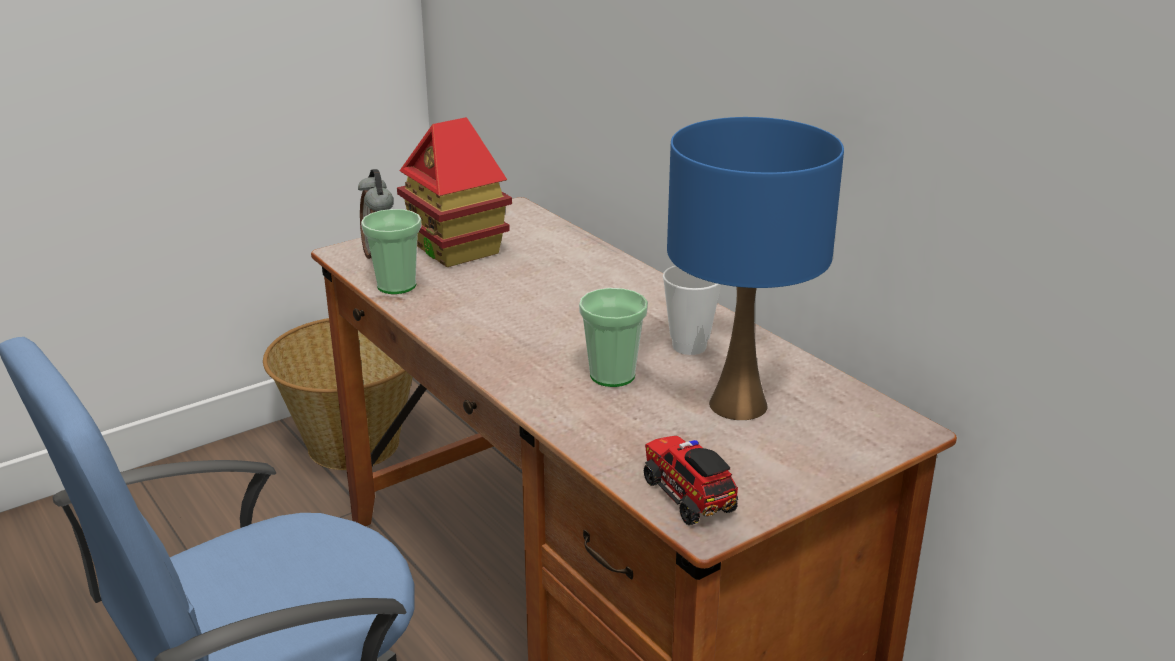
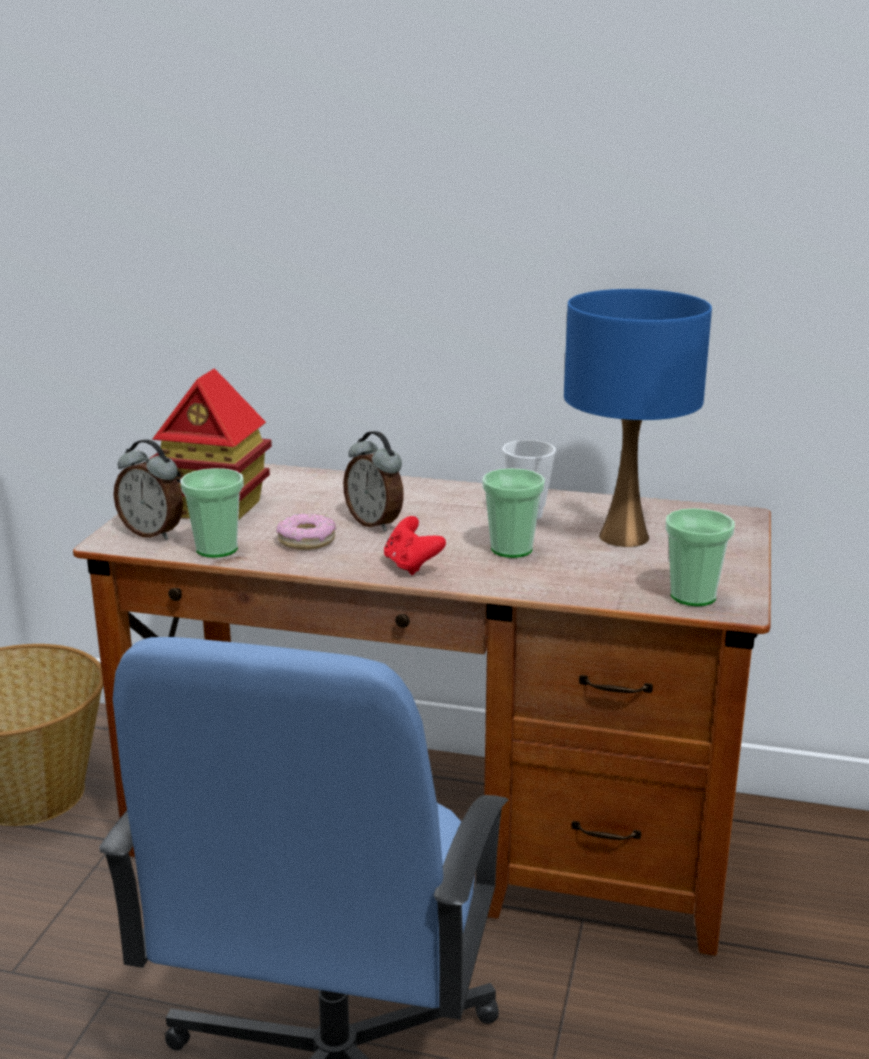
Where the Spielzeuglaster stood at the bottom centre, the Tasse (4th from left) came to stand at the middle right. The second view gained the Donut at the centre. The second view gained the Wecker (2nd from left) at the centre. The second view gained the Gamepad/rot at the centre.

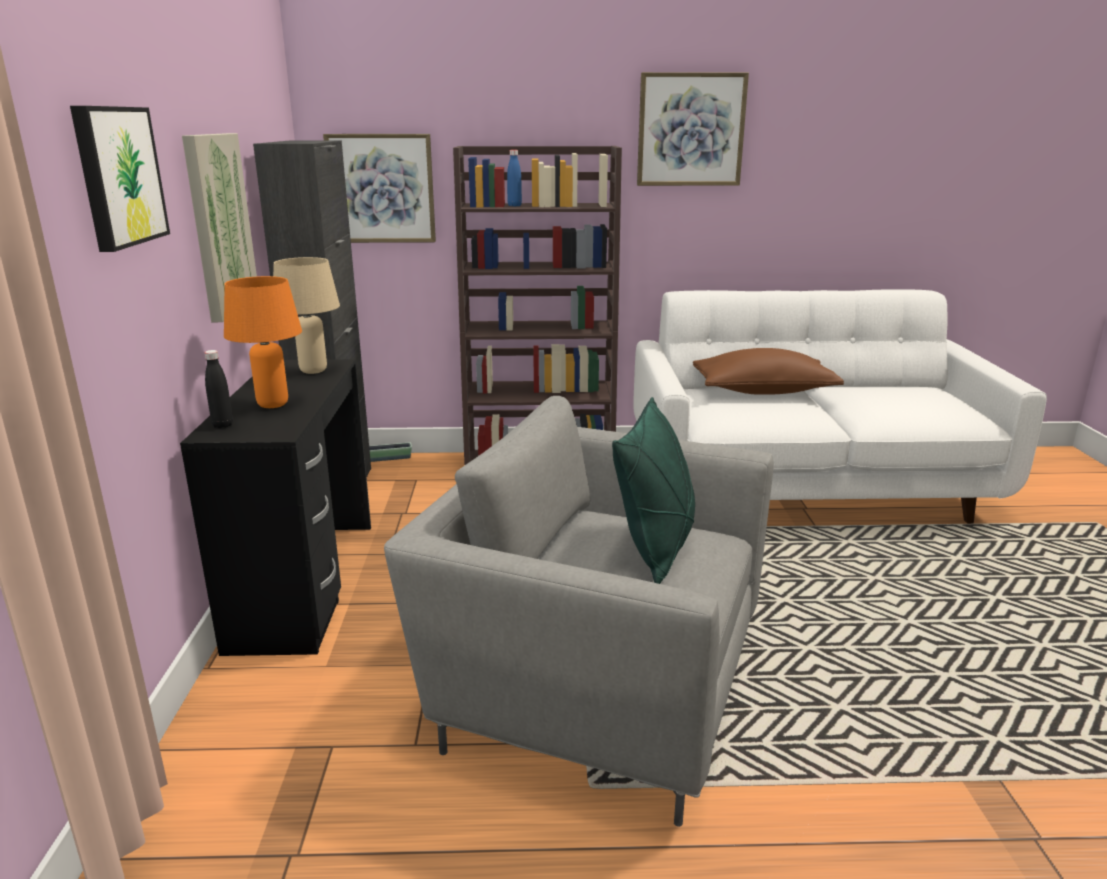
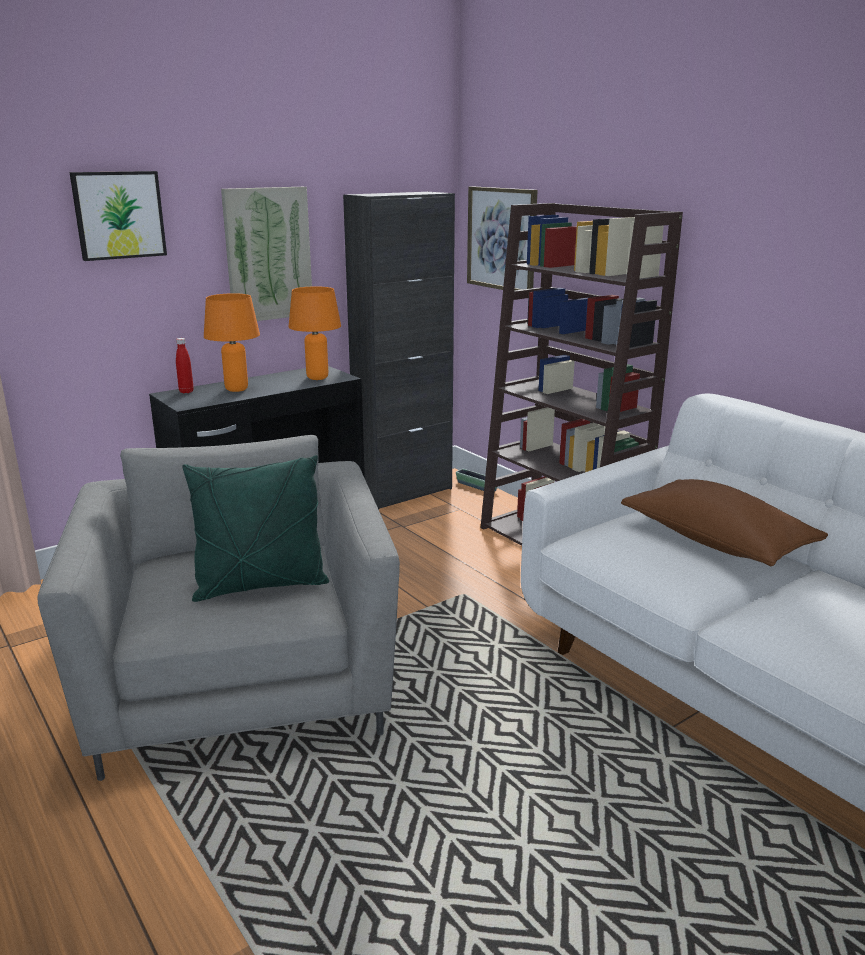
What was the Flasche/schwarz at the middle left turned into the Flasche/rot at the middle left. What was the Tischlampe/beige at the middle left turned into the Tischlampe/orange (2nd from left) at the centre. The second view lost the Flasche/blau at the top centre. The second view lost the Bild (4th from left) at the top centre.

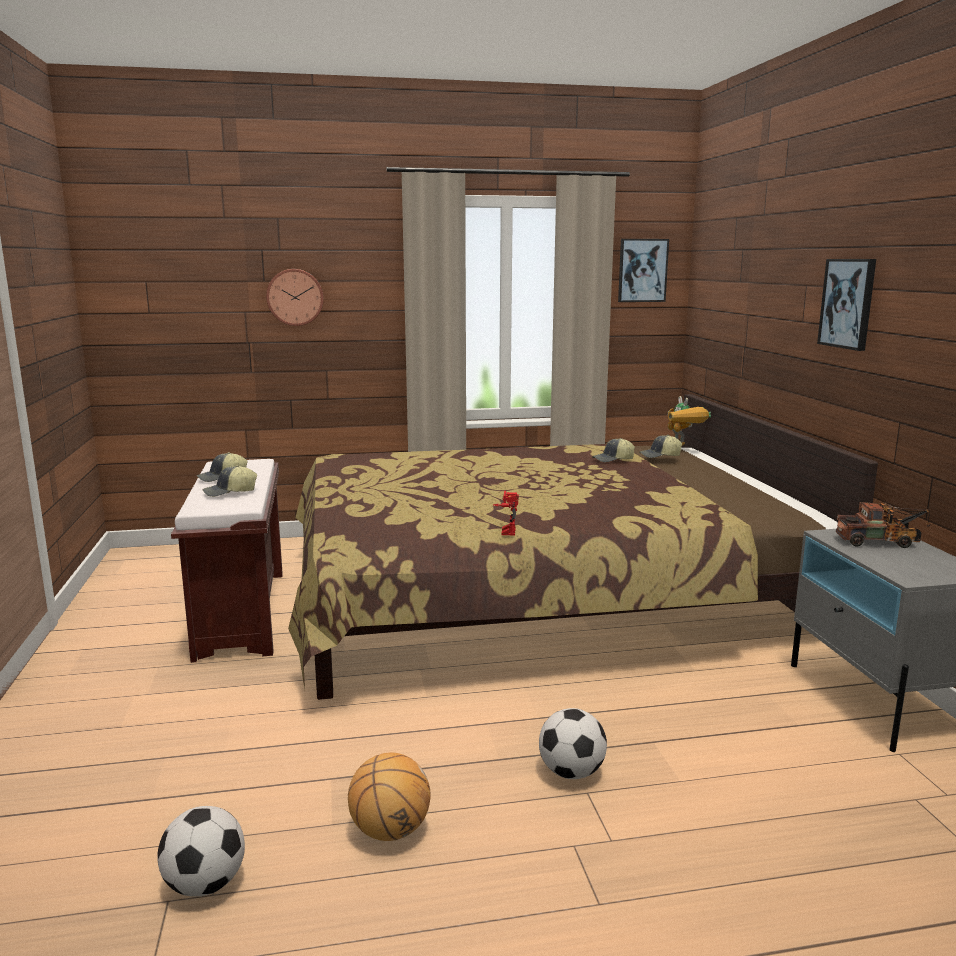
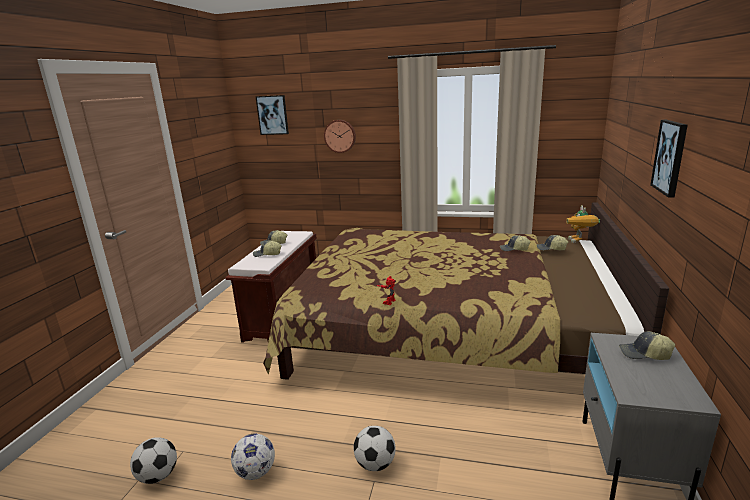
Where the Basketball stood at the bottom centre, the Fußball (2nd from left) came to stand at the bottom centre. The Bild (1st from left) ended up elsewhere, having gone from the top right to the top centre. Where the Spielzeuglaster stood at the middle right, the Kappe (5th from left) came to stand at the bottom right.

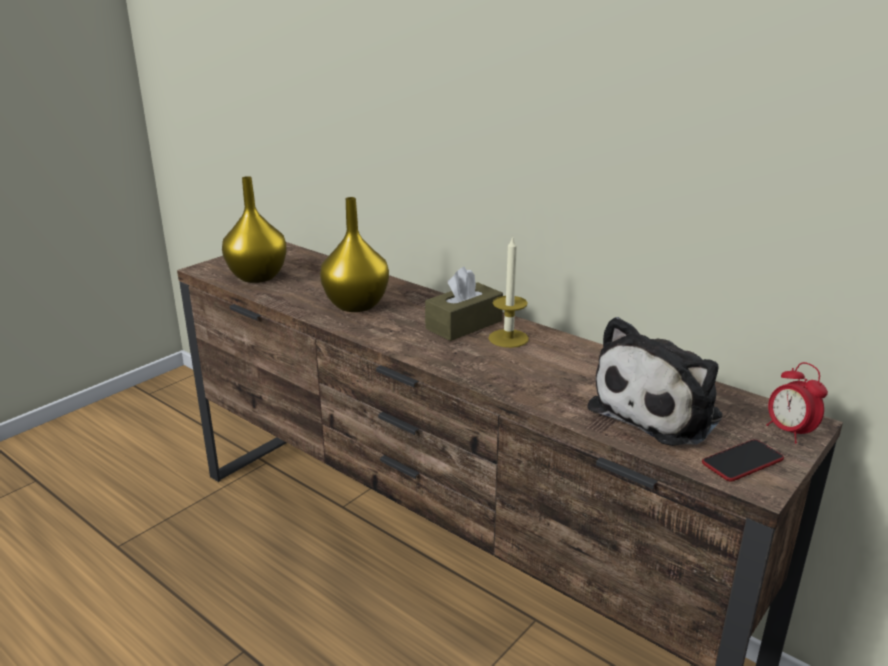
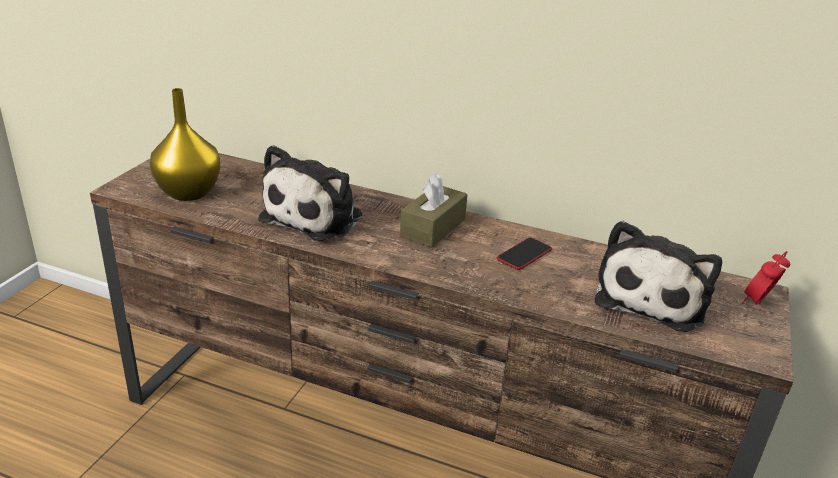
Where the Vase/gelb (2nd from left) stood at the centre, the Plüschtier (1st from left) came to stand at the centre. The second view lost the Kerze at the centre. The Handy ended up elsewhere, having gone from the bottom right to the centre. The Wecker at the middle right ended up facing another way, 90 degrees clockwise from before.

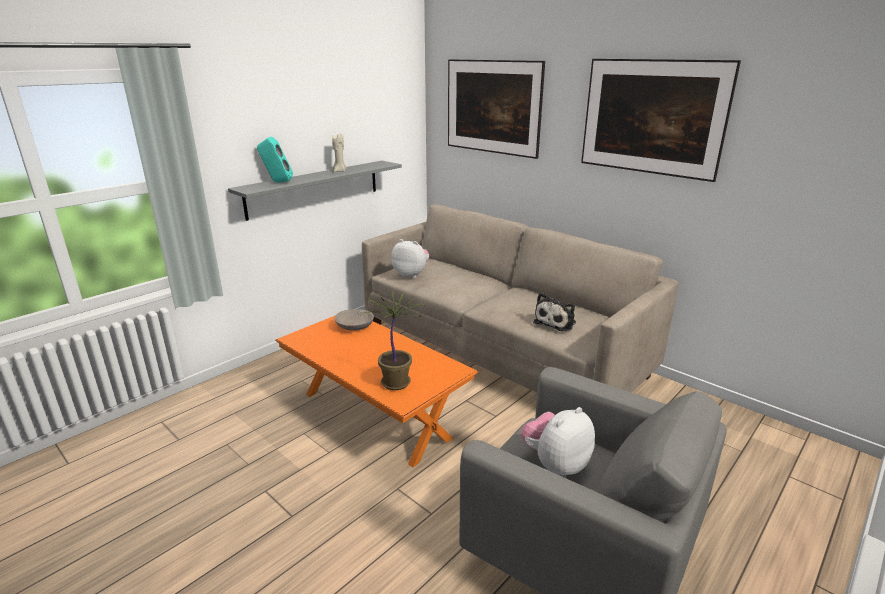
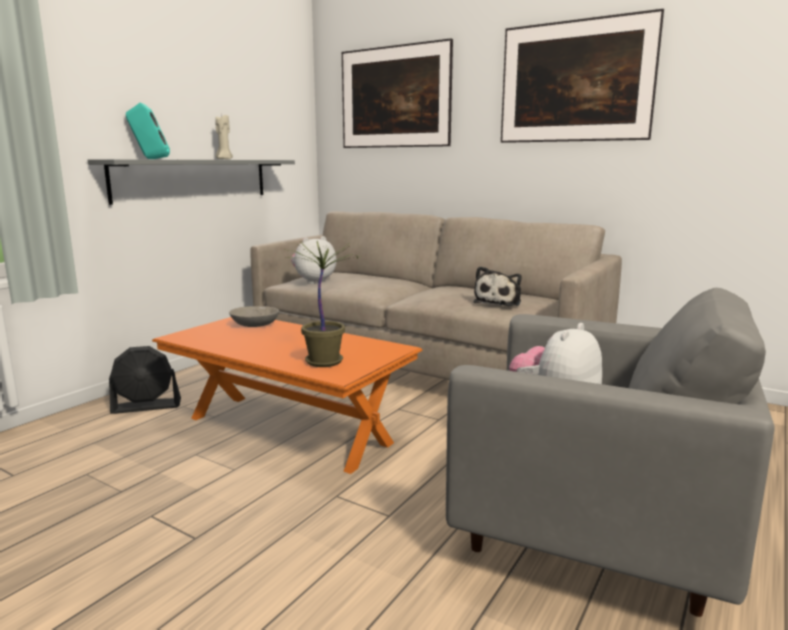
The Plüschtier (1st from left) at the centre ended up facing another way, 45 degrees counterclockwise from before. The second view gained the Ventilator/schwarz at the middle left.

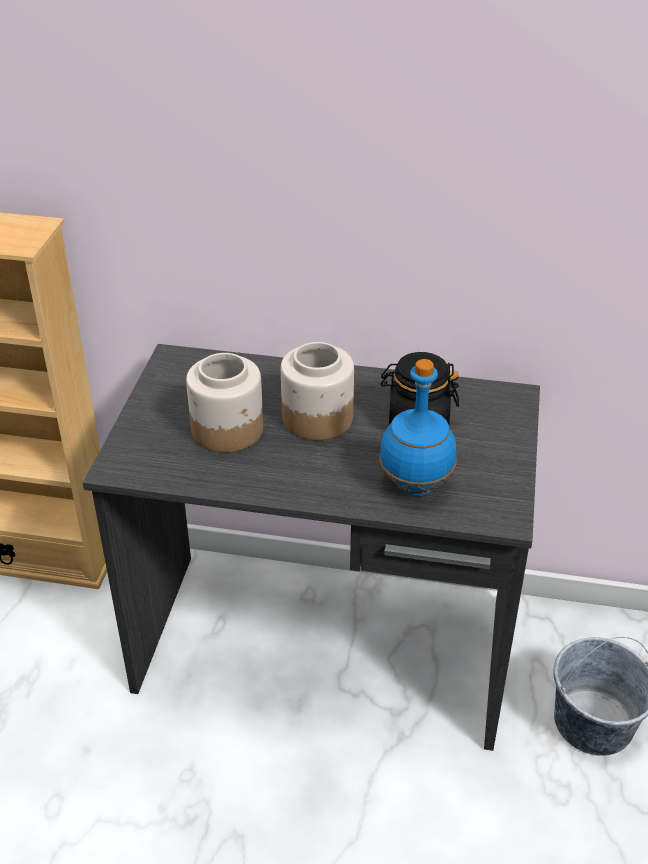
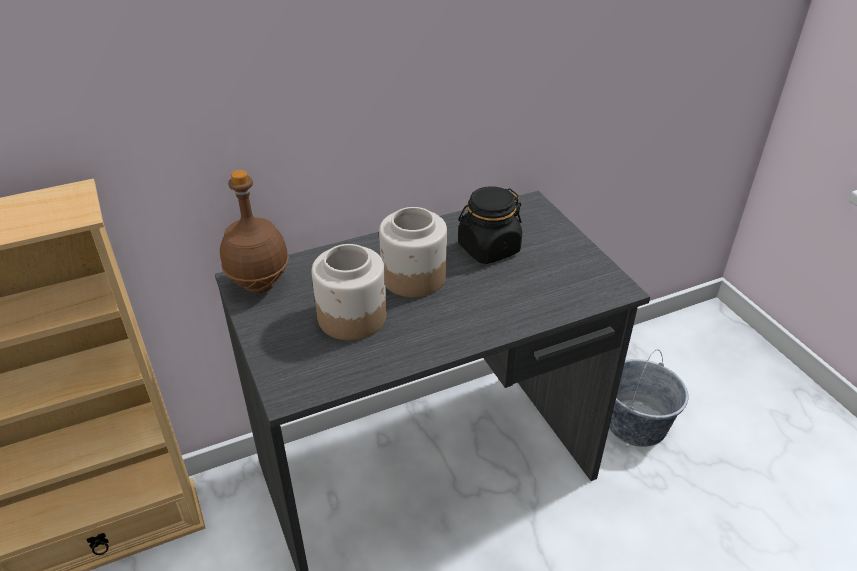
The second view lost the Flasche/blau at the centre. The second view gained the Flasche/braun at the middle left.

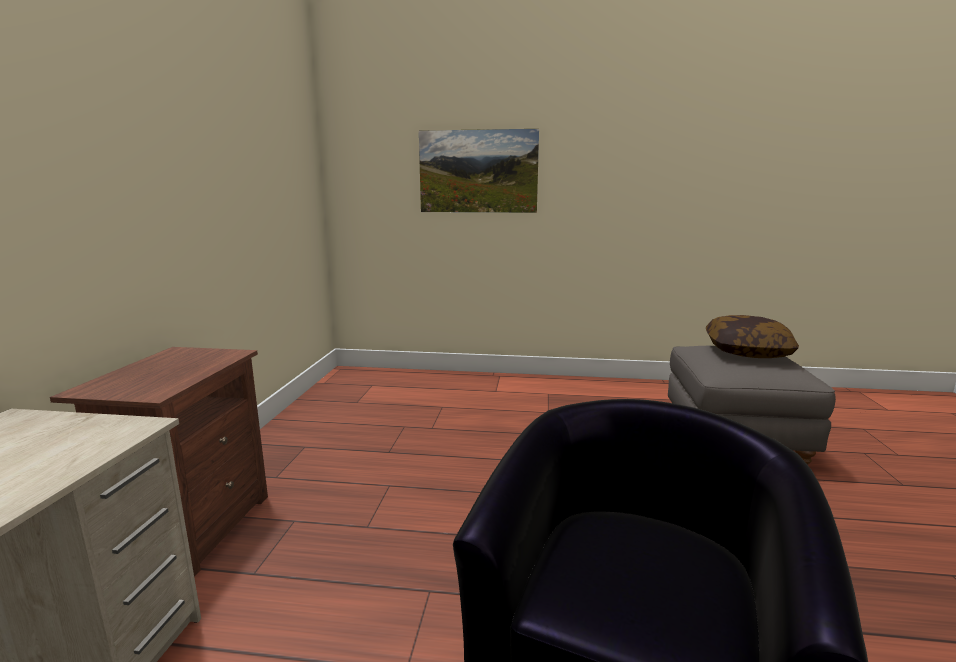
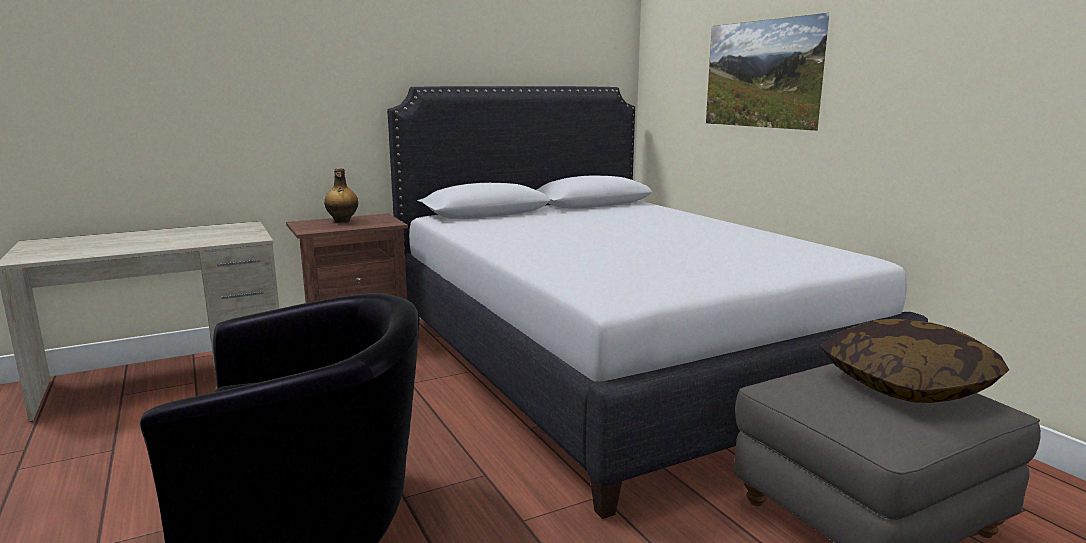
The second view gained the Flasche at the middle left. The second view gained the Bett/weiß at the centre.

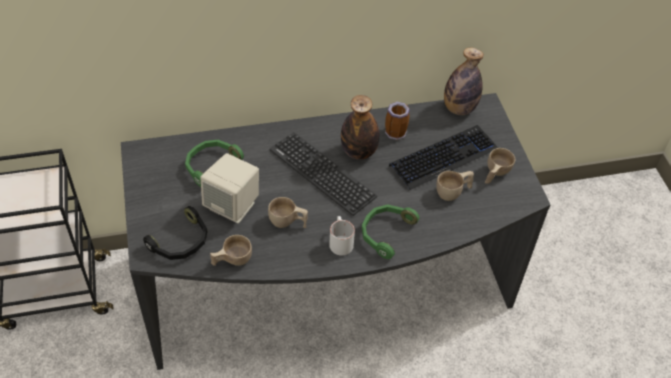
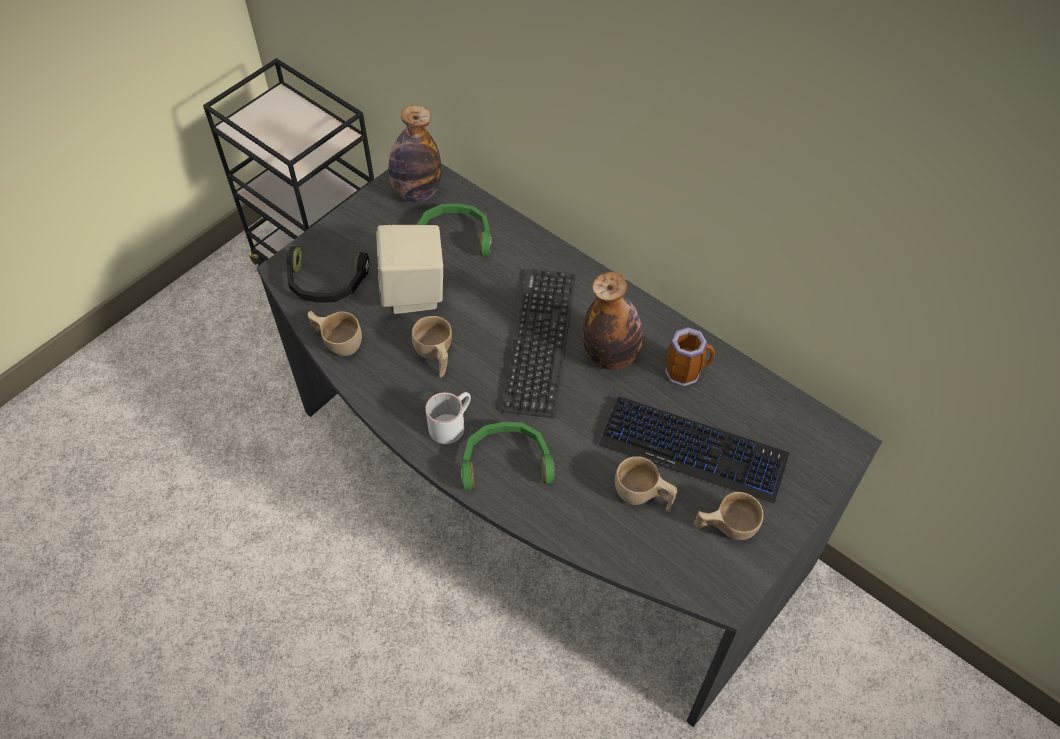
The Flasche (2nd from left in the first image) ended up elsewhere, having gone from the top right to the top centre.

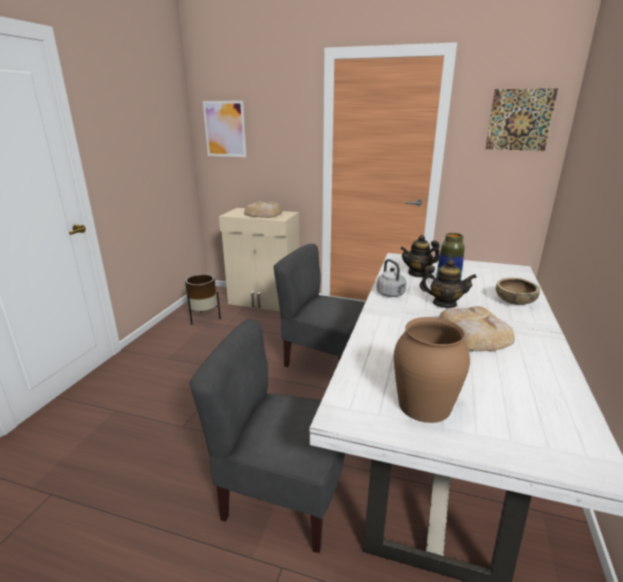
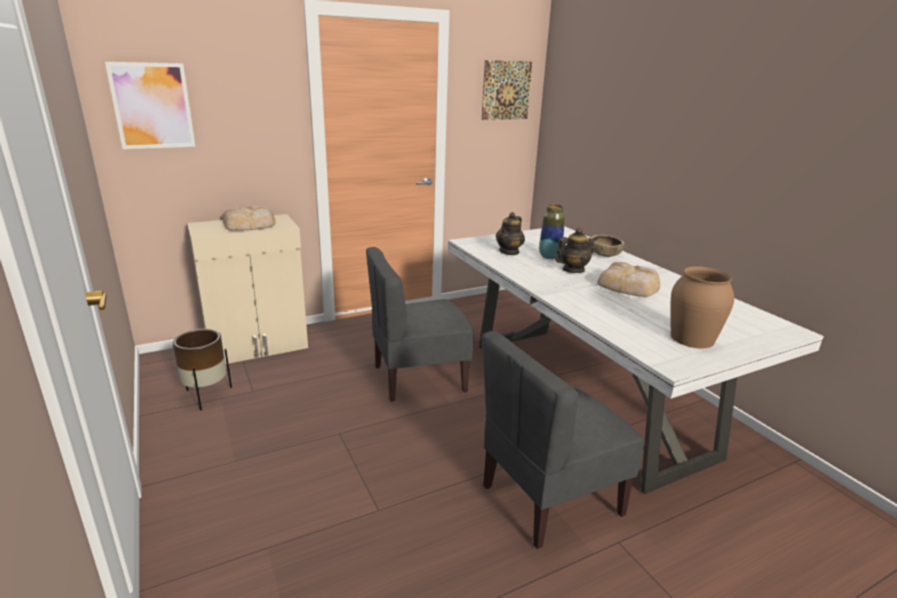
The second view lost the Wasserkessel/grau at the centre.

